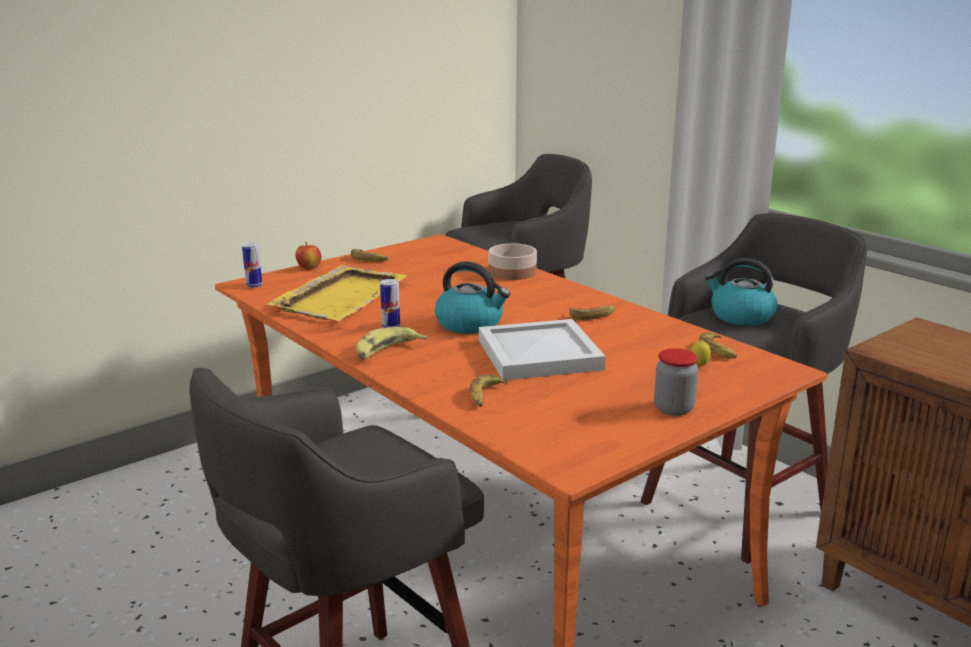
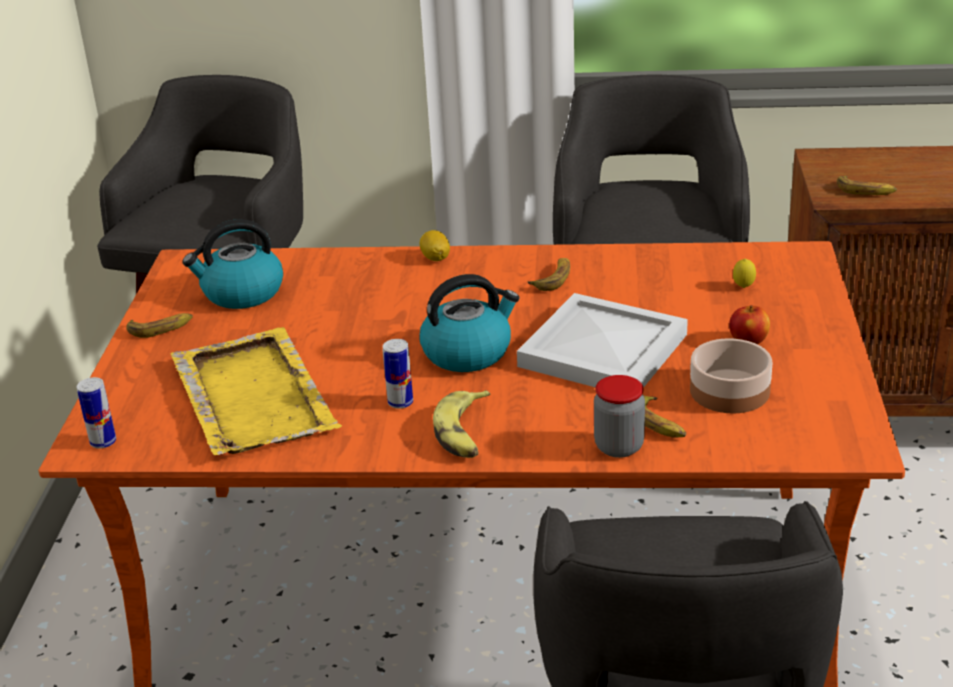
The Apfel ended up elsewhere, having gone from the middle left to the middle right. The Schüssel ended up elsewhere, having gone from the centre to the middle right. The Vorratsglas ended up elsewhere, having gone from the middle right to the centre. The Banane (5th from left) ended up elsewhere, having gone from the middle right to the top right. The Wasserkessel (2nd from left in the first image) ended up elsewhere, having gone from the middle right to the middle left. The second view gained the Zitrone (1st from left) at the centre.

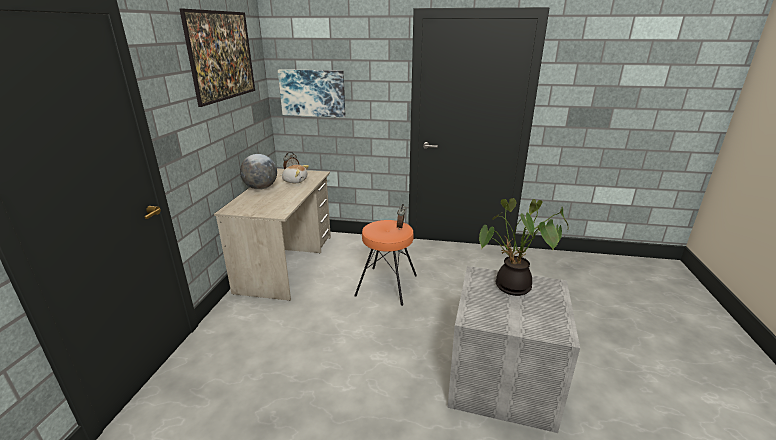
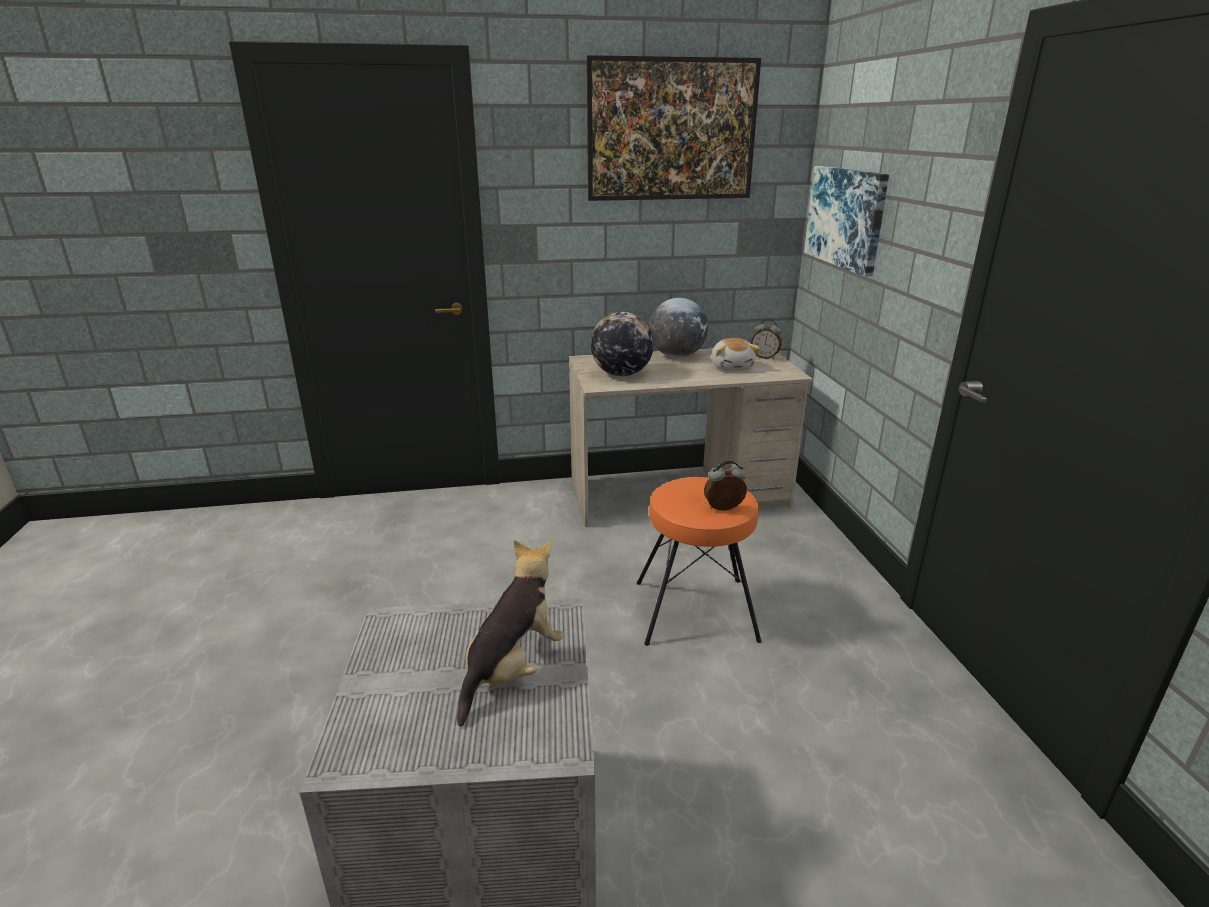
Where the Topfpflanze stood at the middle right, the Plüschtier (1st from left) came to stand at the bottom centre. The second view gained the Globus (1st from left) at the centre.

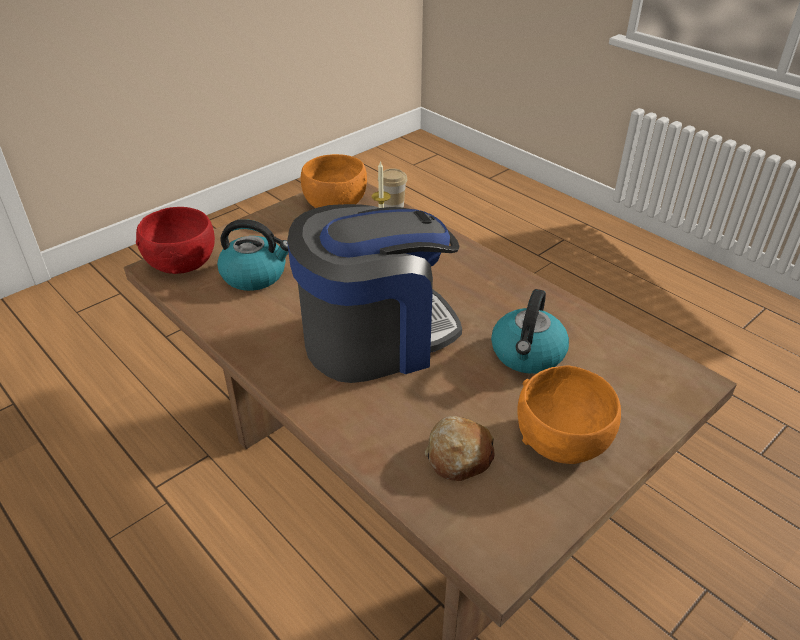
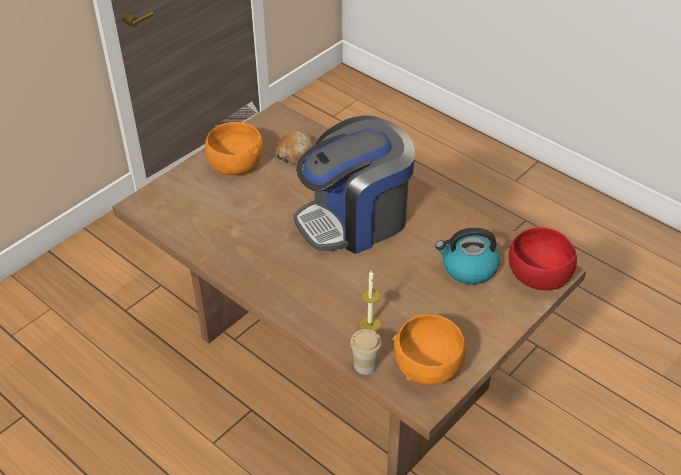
The second view lost the Wasserkessel (2nd from left) at the centre.

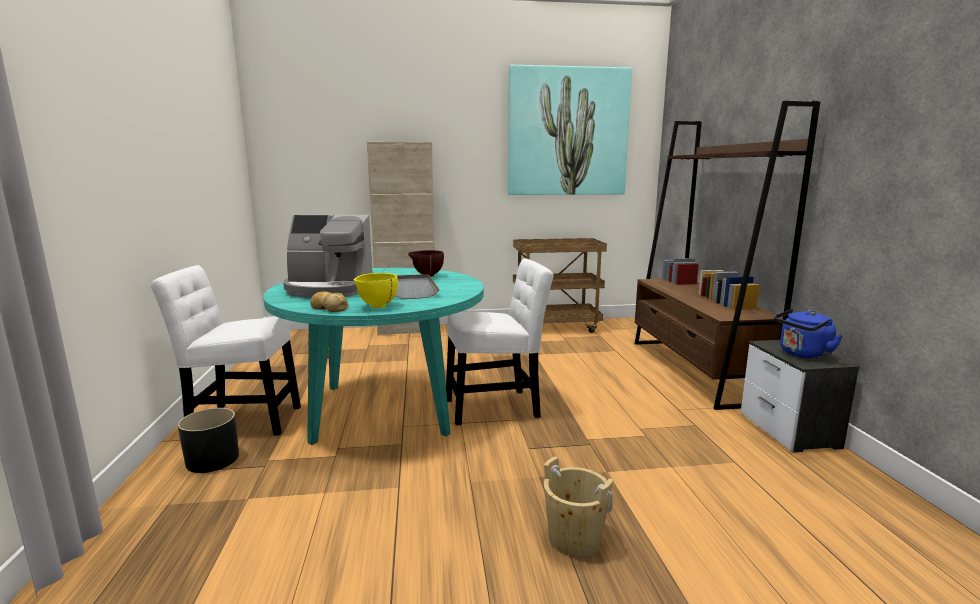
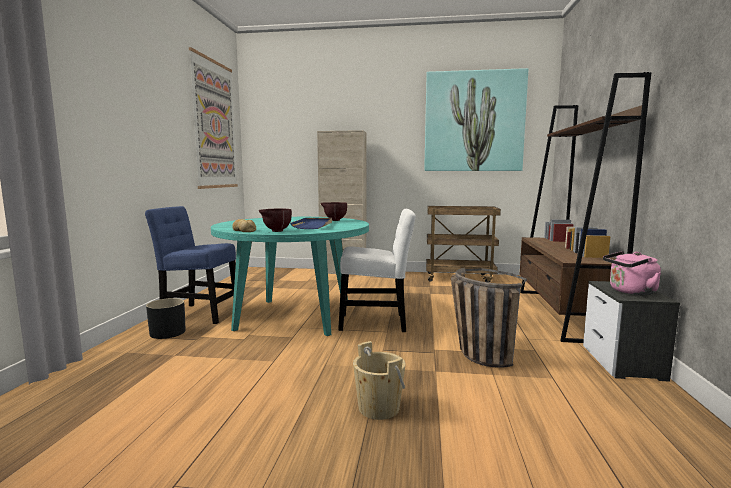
What was the Stuhl/weiß (1st from left) at the middle left turned into the Stuhl/blau at the middle left. The second view lost the Kaffeemaschine at the centre. What was the Schüssel/gelb at the centre turned into the Schüssel/braun (1st from left) at the centre. What was the Tablett/grau at the centre turned into the Tablett/blau at the centre. What was the Wasserkessel/blau at the middle right turned into the Wasserkessel/rosa at the middle right. The second view gained the Bild (1st from left) at the top left. The second view gained the Korb at the middle right.

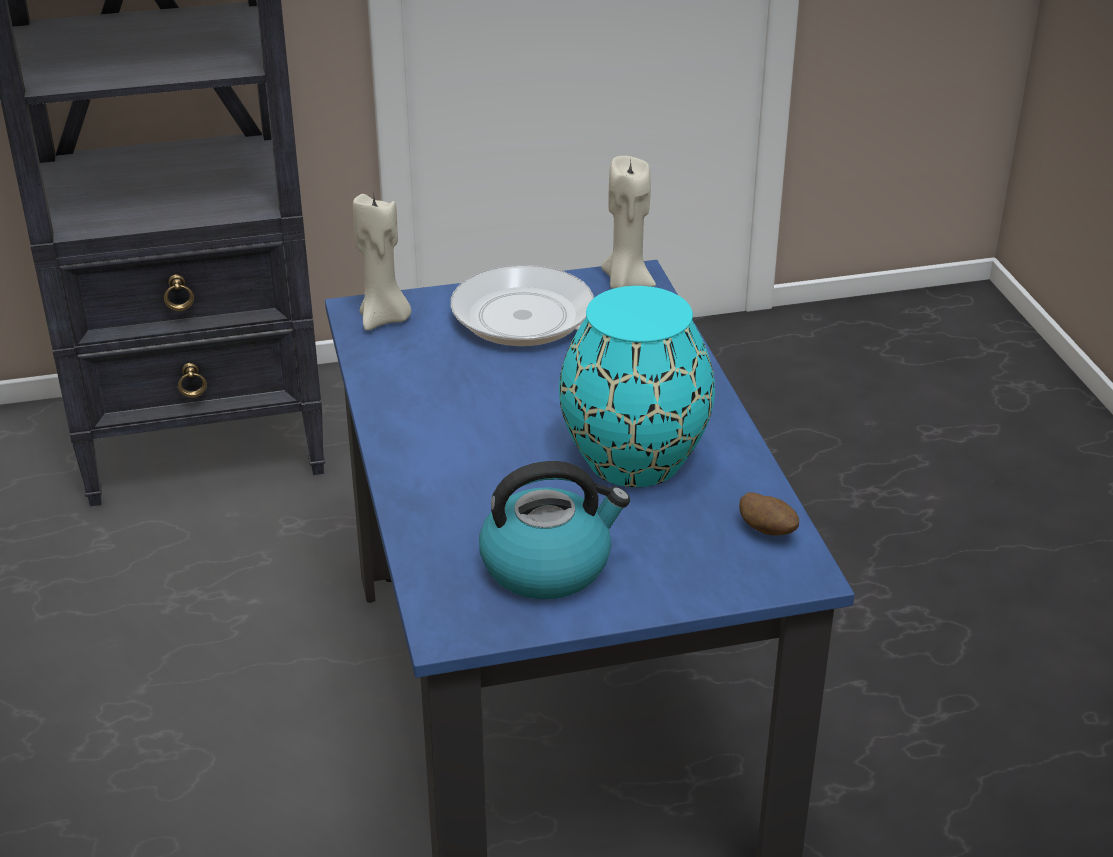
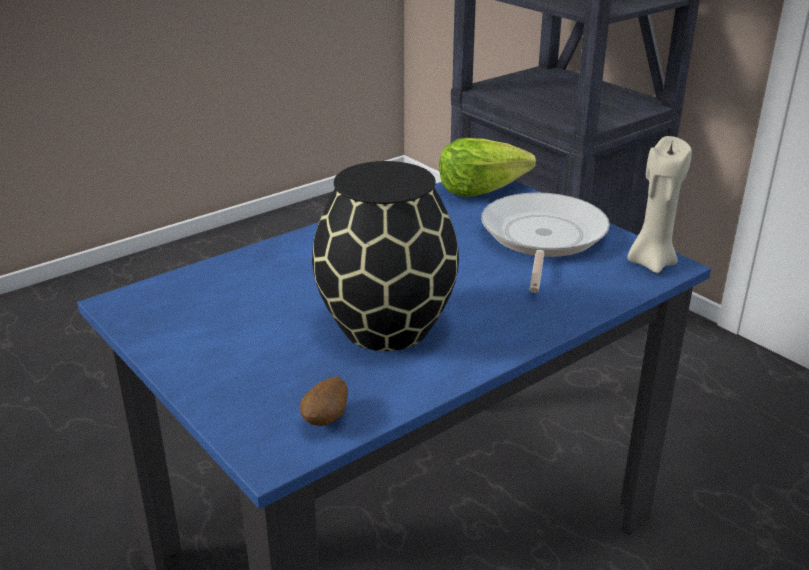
Where the Kerze/beige (1st from left) stood at the top centre, the Salatkopf came to stand at the top centre. The second view lost the Wasserkessel at the centre. What was the Vase/türkis at the centre turned into the Vase/schwarz at the centre.

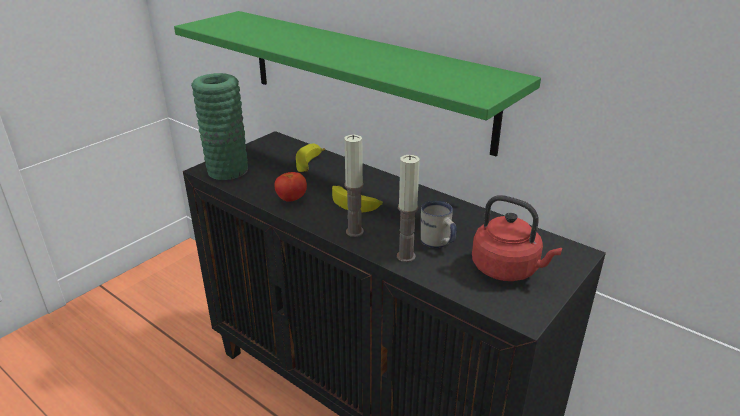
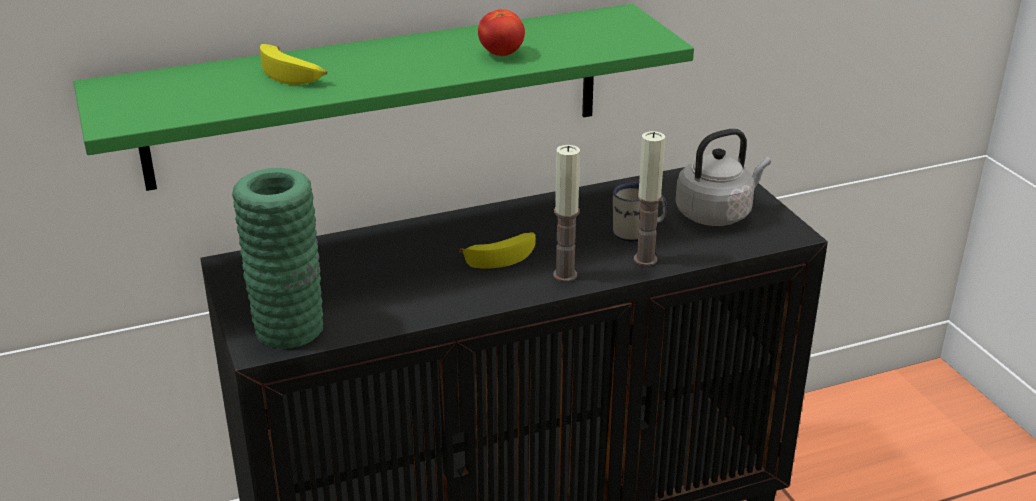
The Tomate ended up elsewhere, having gone from the centre to the top centre. The Banane (1st from left) ended up elsewhere, having gone from the centre to the top left. What was the Wasserkessel/rot at the middle right turned into the Wasserkessel/grau at the middle right.

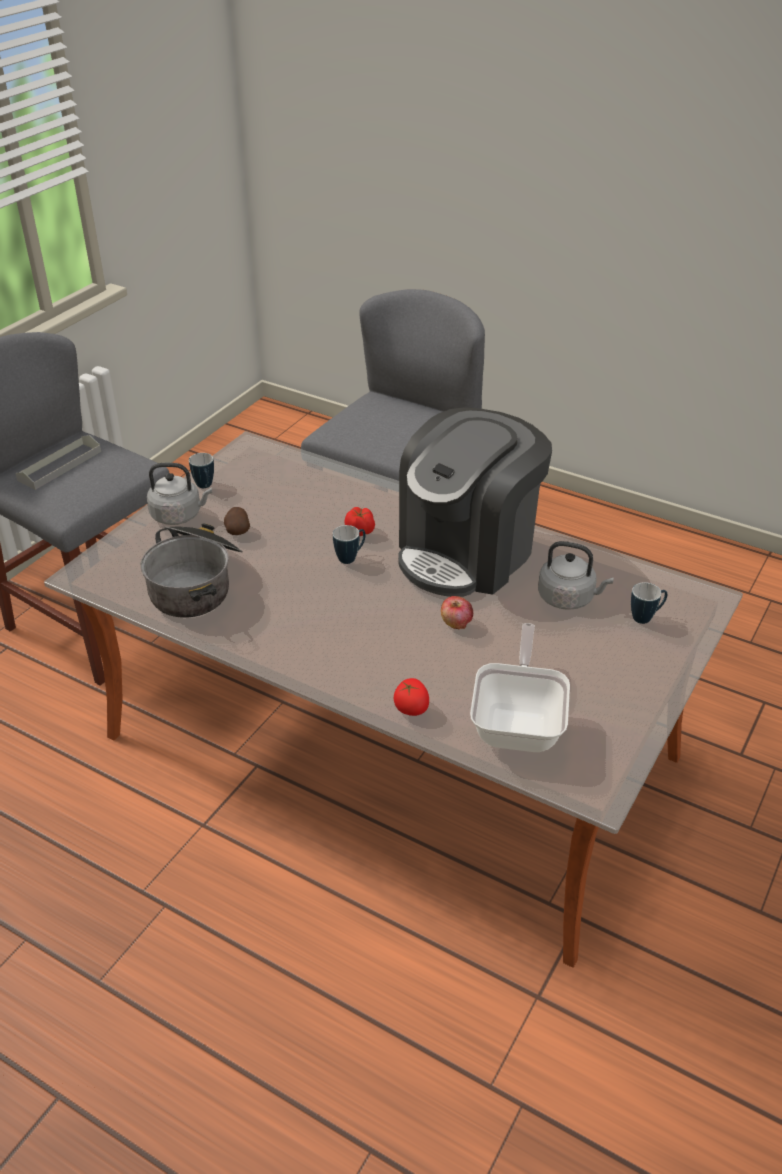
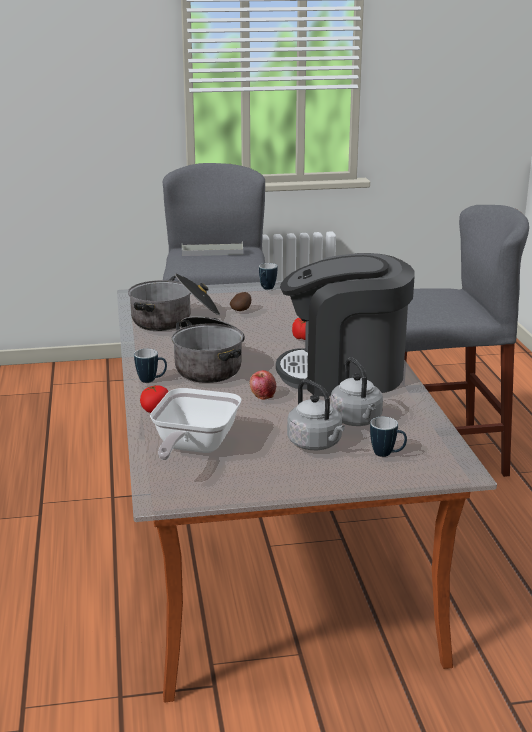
The Wasserkessel/grau (1st from left) ended up elsewhere, having gone from the middle left to the centre. The Henkelbecher (2nd from left in the first image) ended up elsewhere, having gone from the centre to the middle left. The Pfanne at the centre ended up facing another way, 135 degrees clockwise from before. The second view gained the Kochtopf (2nd from left) at the centre.

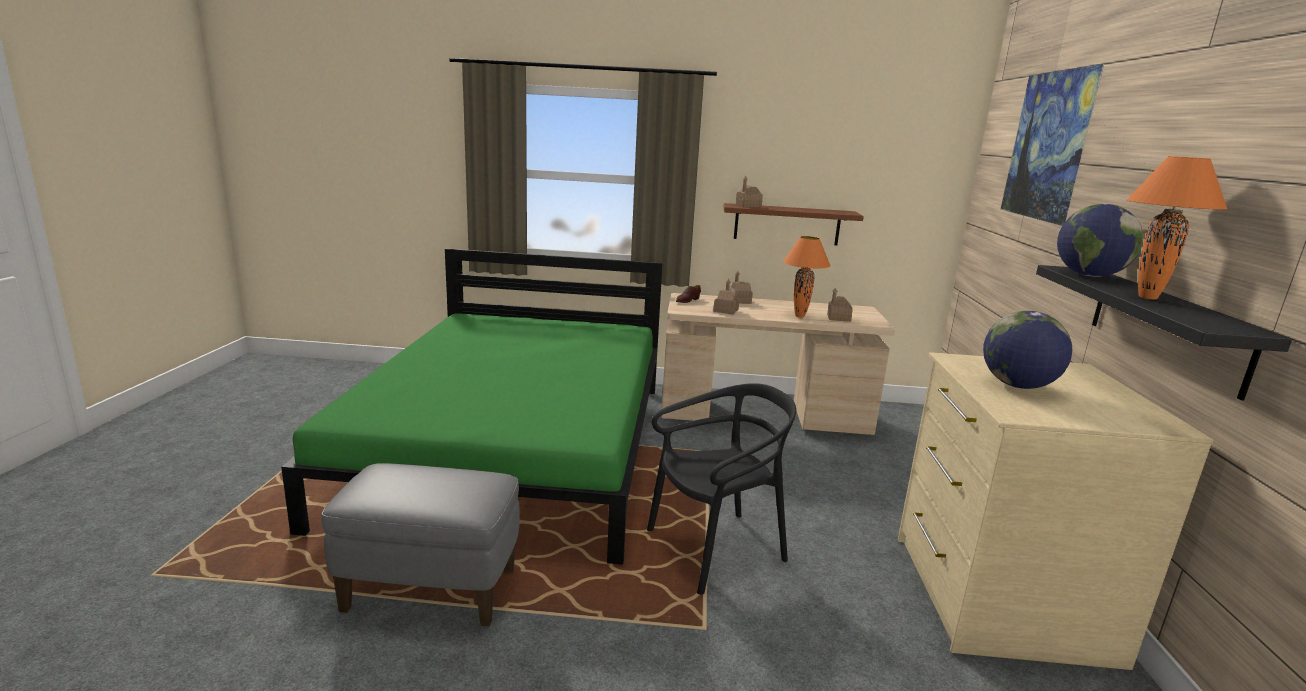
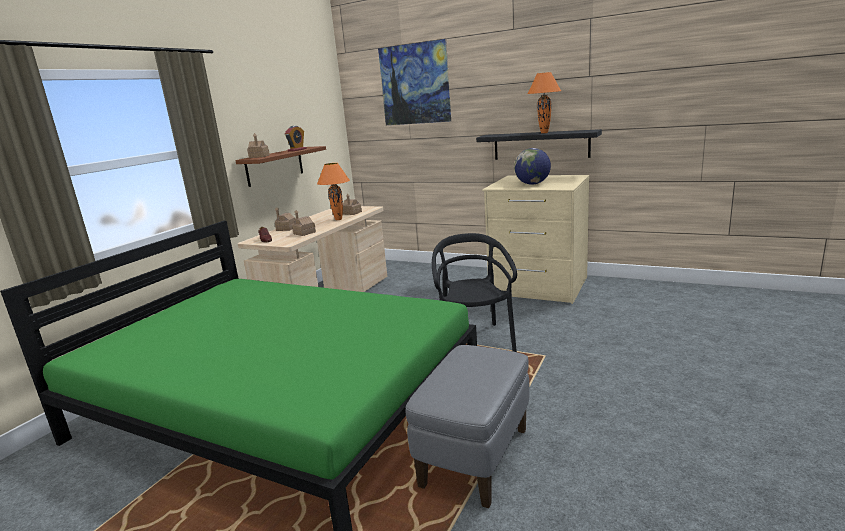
The second view lost the Globus (2nd from left) at the middle right. The second view gained the Wecker at the top centre.

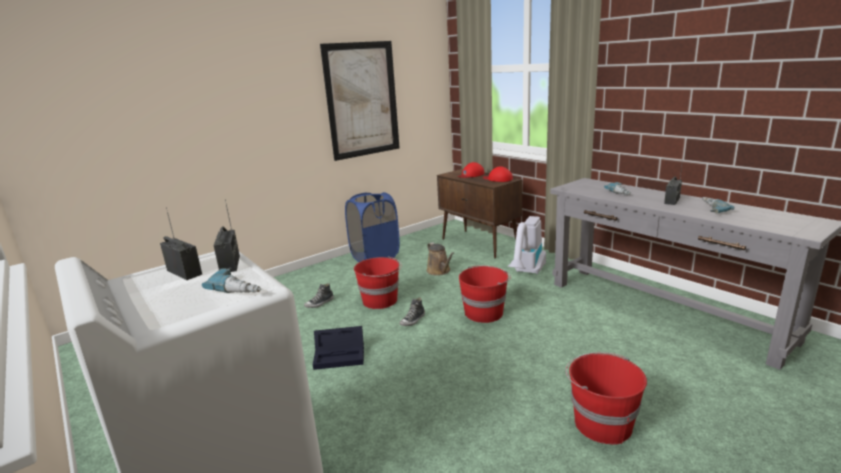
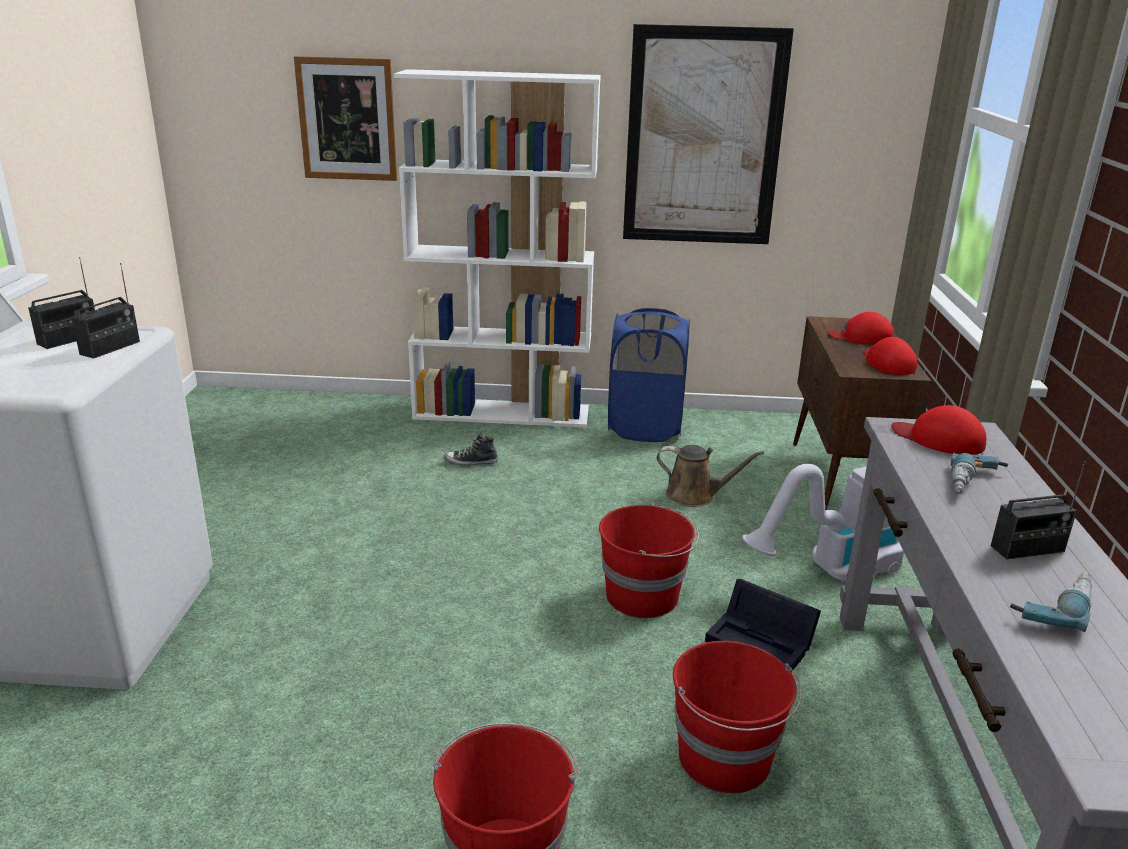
The Radio (1st from left) at the middle left ended up facing another way, 45 degrees clockwise from before. The second view lost the Bohrmaschine (1st from left) at the middle left. The Aufbewahrungsbox/schwarz ended up elsewhere, having gone from the bottom centre to the bottom right. The Eimer/rot (1st from left in the first image) ended up elsewhere, having gone from the centre to the bottom centre. The second view lost the Schuh (2nd from left) at the centre. The Gießkanne/braun at the centre ended up facing another way, 90 degrees counterclockwise from before. The second view gained the Bild (1st from left) at the top left. The second view gained the Bücherregal/weiß at the top centre. The second view gained the Kappe/rot (3rd from left) at the middle right.

